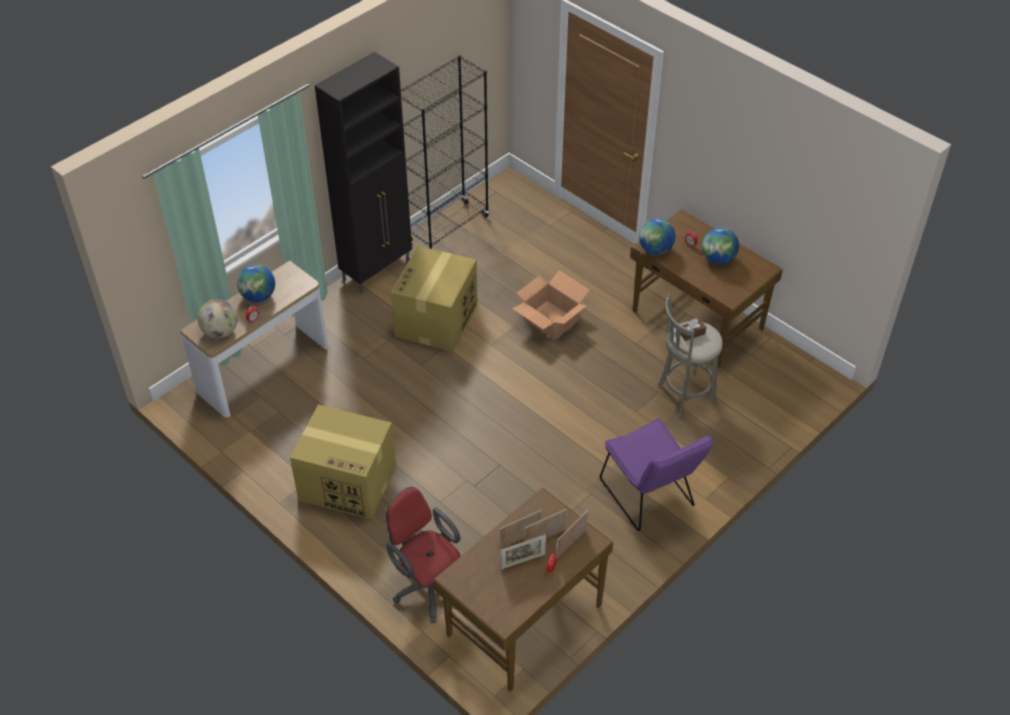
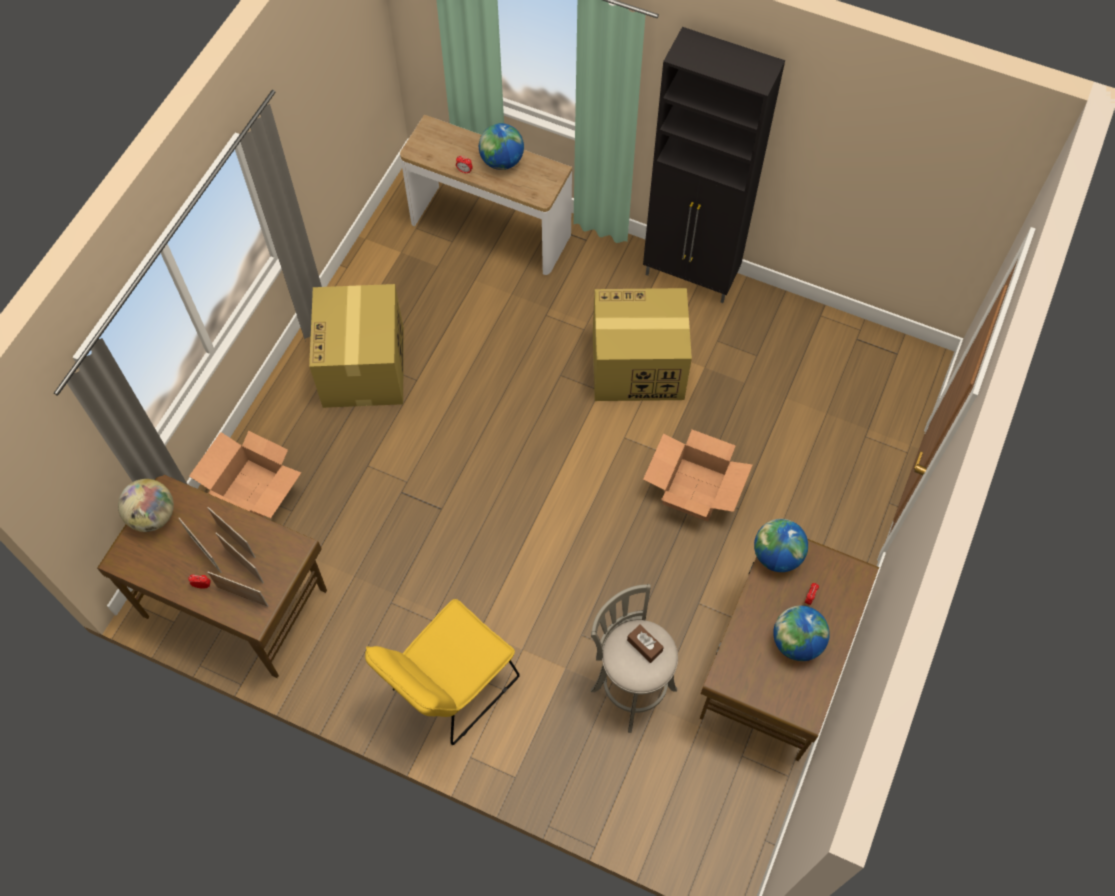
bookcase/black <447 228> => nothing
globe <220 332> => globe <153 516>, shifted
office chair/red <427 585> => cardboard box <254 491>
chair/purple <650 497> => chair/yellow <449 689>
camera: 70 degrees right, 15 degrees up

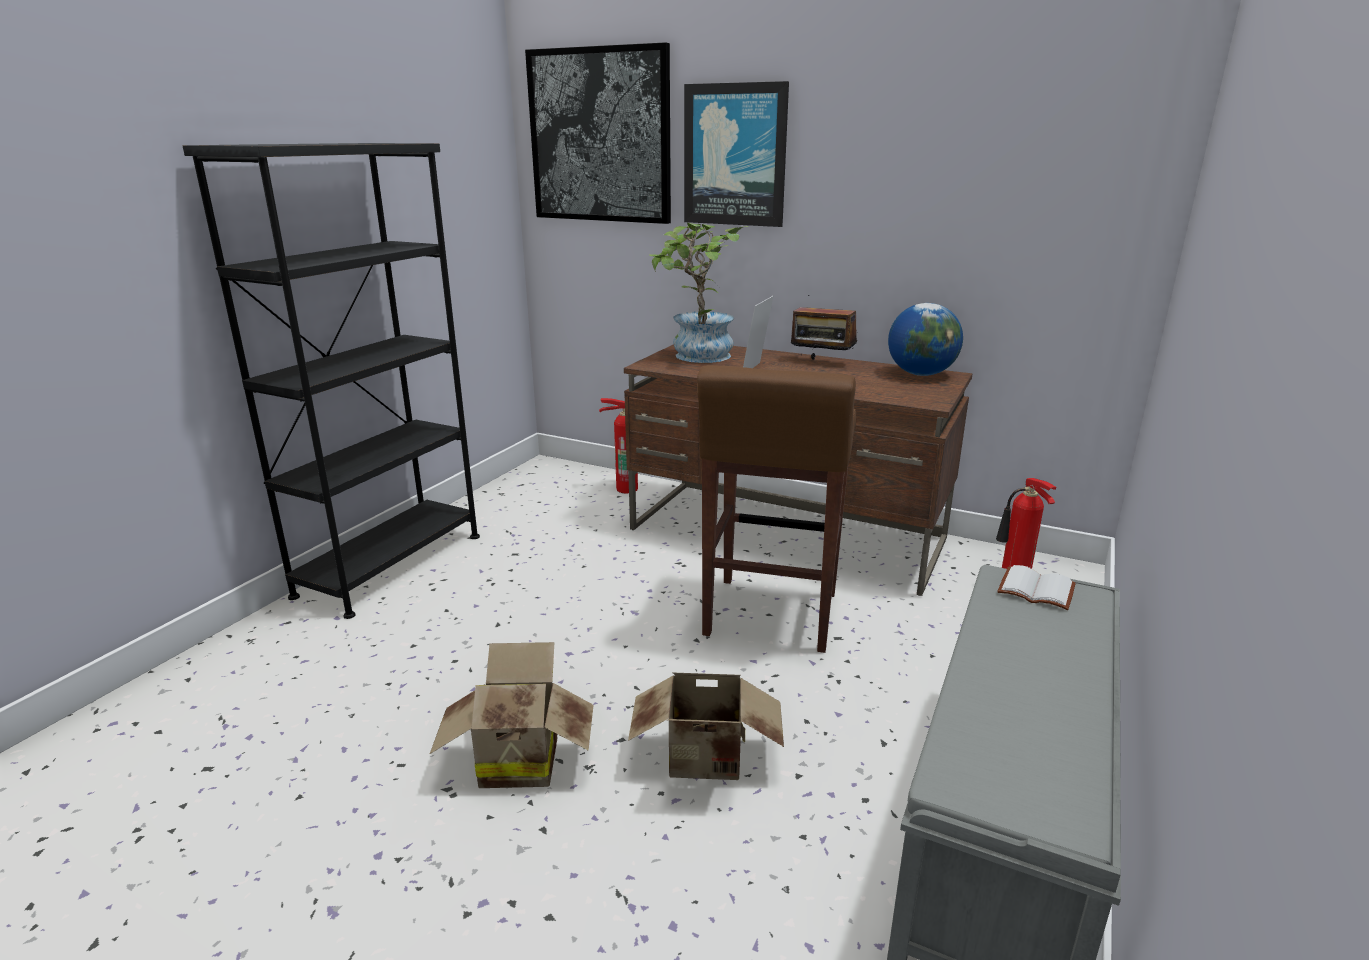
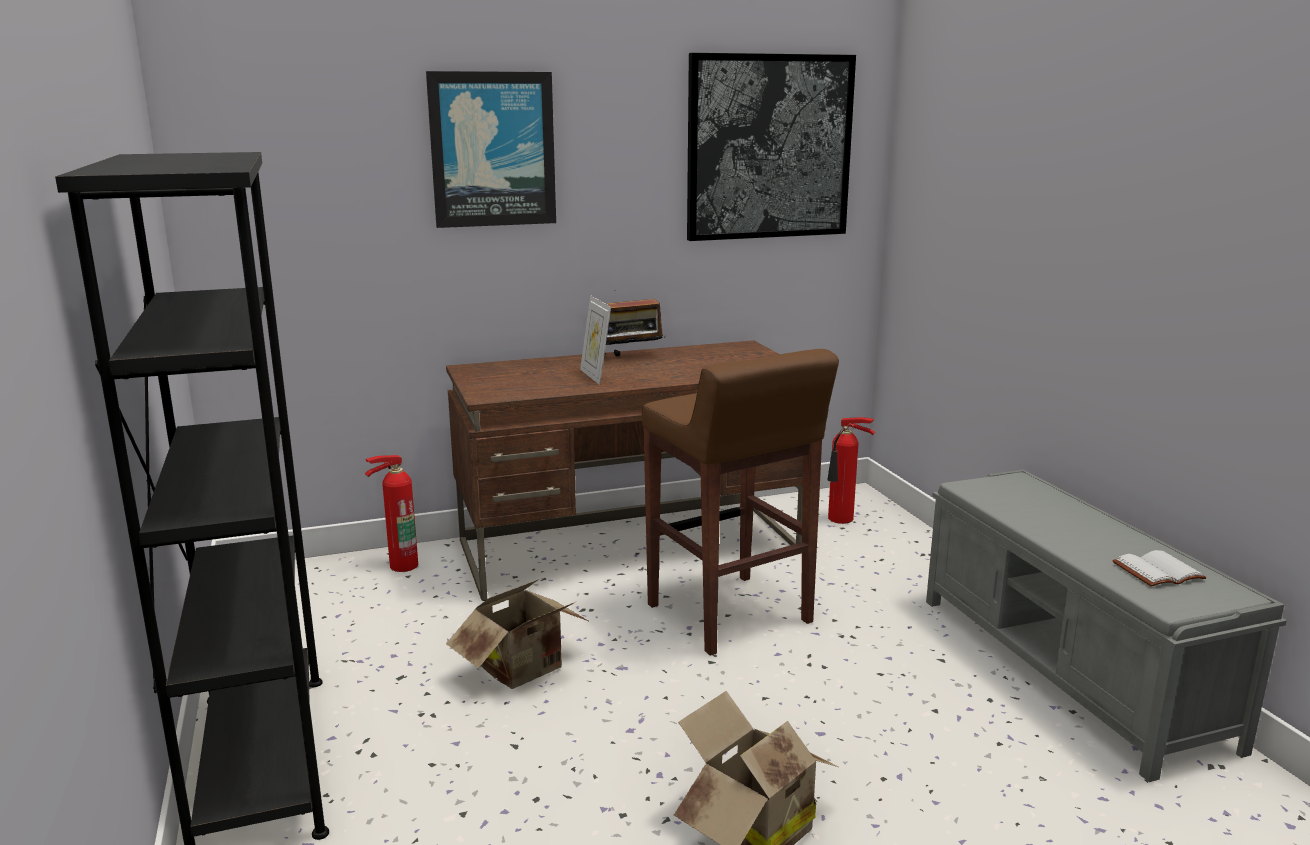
potted plant <697 357> => nothing
globe <921 374> => nothing
picture <600 136> => picture <769 147>, shifted
cardboard box <707 762> => cardboard box <526 670>, shifted
book/white <1037 589> => book/white <1157 571>, shifted
camera: 45 degrees left, 5 degrees down

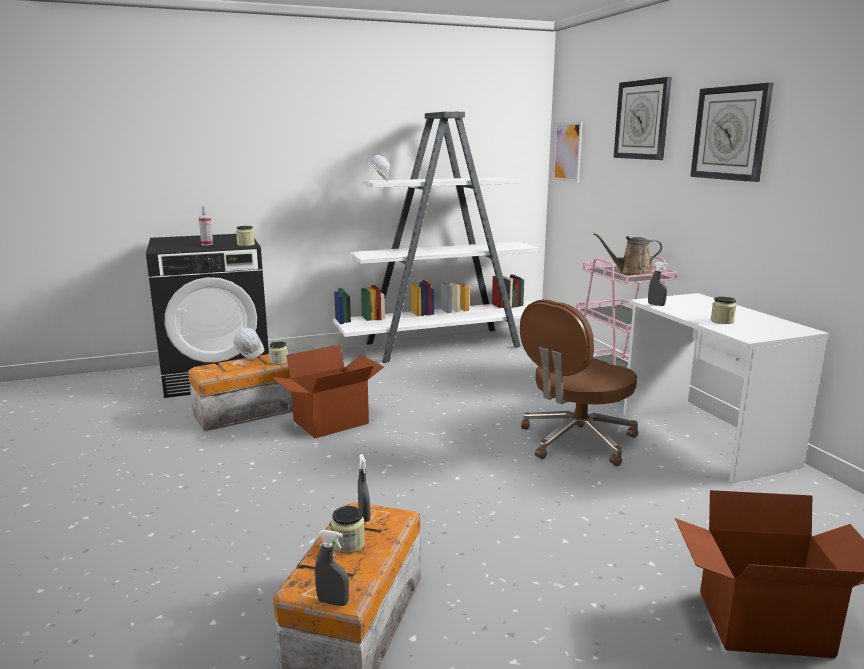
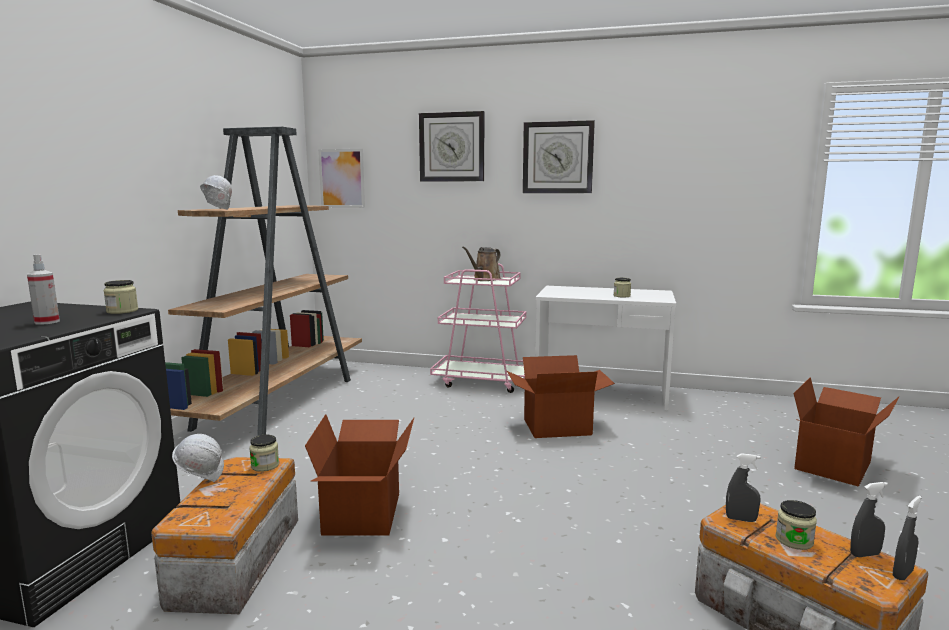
spray bottle/grey <656 305> => spray bottle/grey <865 554>, shifted
office chair/brown <576 441> => cardboard box <557 426>
bookcase/white <445 345> => bookcase/brown <279 402>
camera: 55 degrees left, 5 degrees down

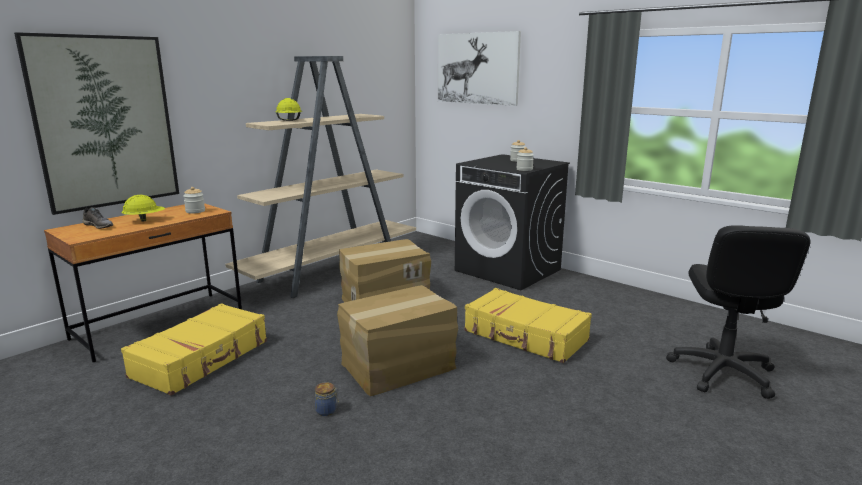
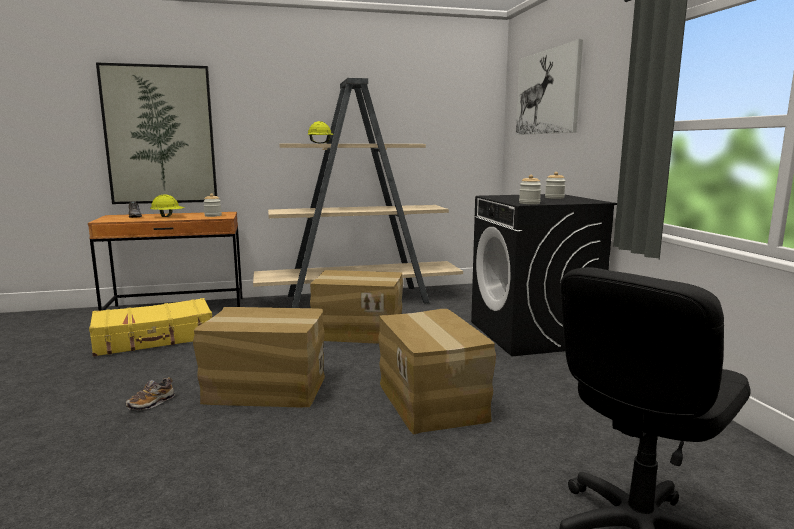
jar <327 411> => shoe <151 403>
suitcase/yellow <525 336> => cardboard box <433 401>
camera: 35 degrees right, 5 degrees down

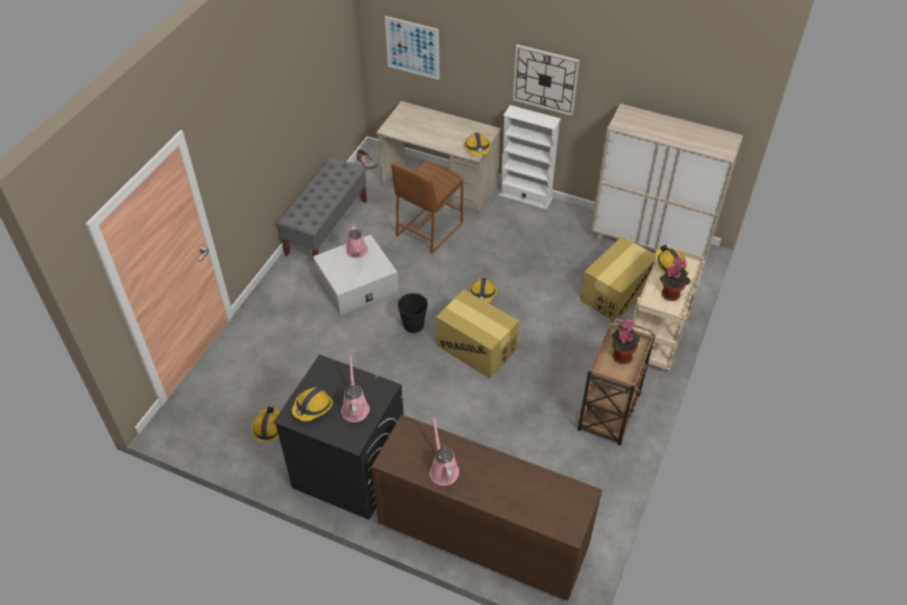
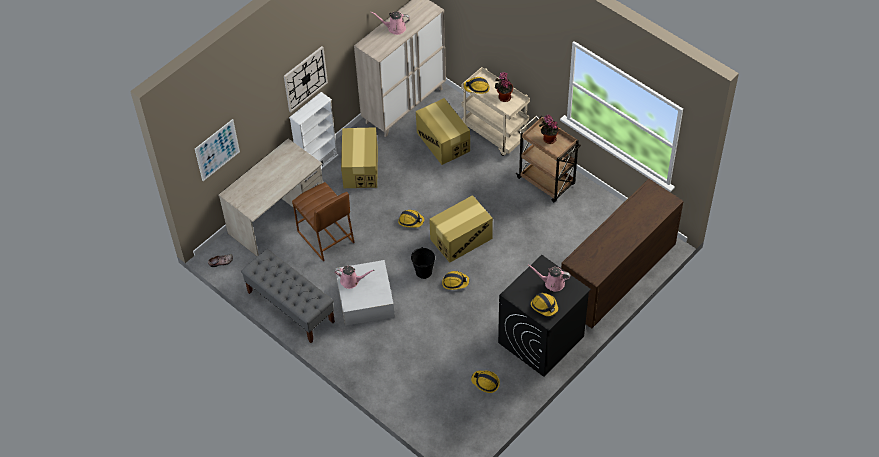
nothing => cardboard box <360 168>
watering can/pink <443 469> => watering can/pink <394 28>, shifted
hard hat <477 148> => hard hat <455 282>, shifted
camera: 70 degrees left, 5 degrees up

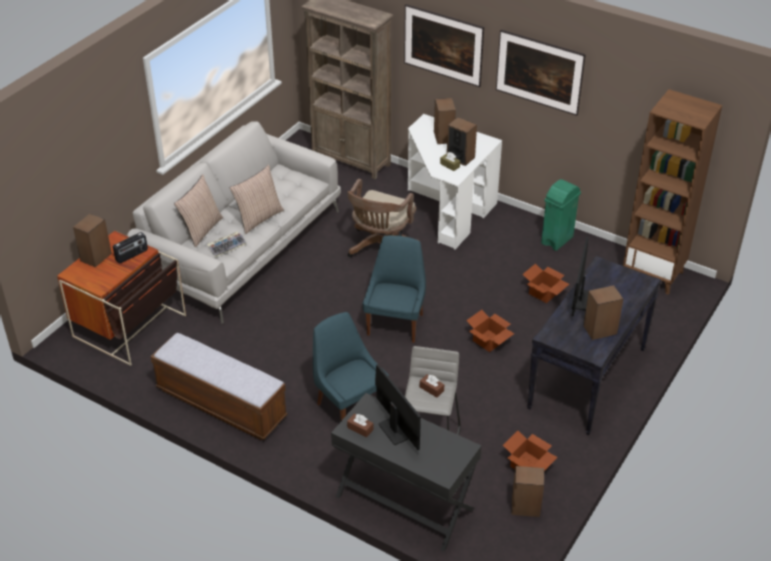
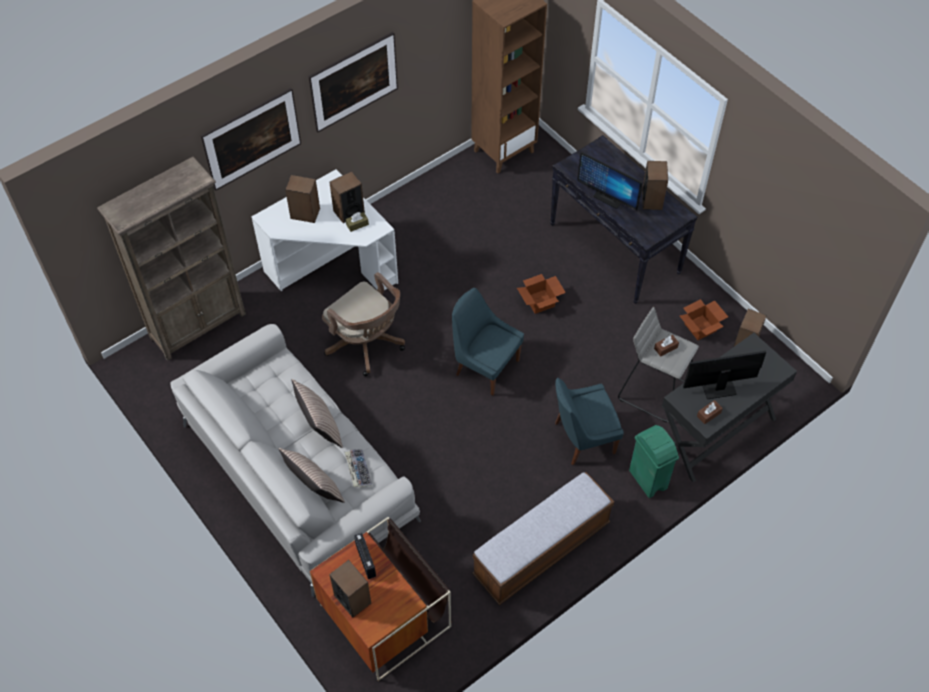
cardboard box <544 293> => nothing
trash can/green <556 240> => trash can/green <648 480>, shifted
camera: 70 degrees left, 15 degrees up

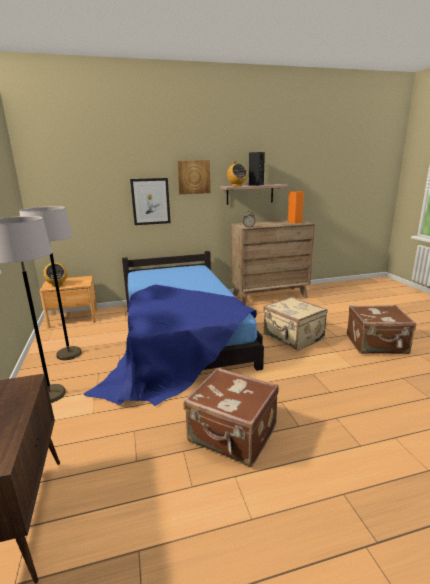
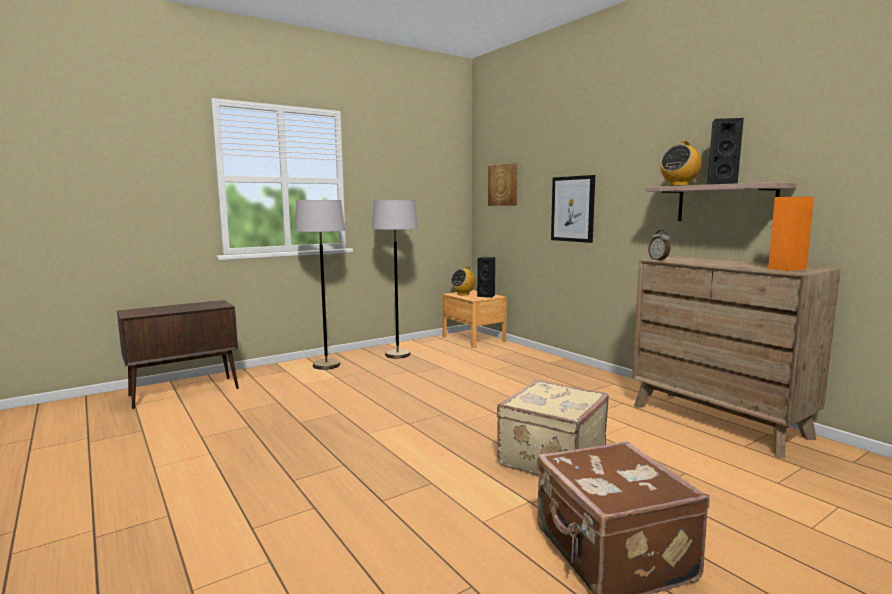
bed <178 336> => nothing
suitcase/brown <232 435> => nothing
nothing => speaker/black <487 296>
picture <193 177> => picture <503 185>, shifted
camera: 70 degrees right, 10 degrees down

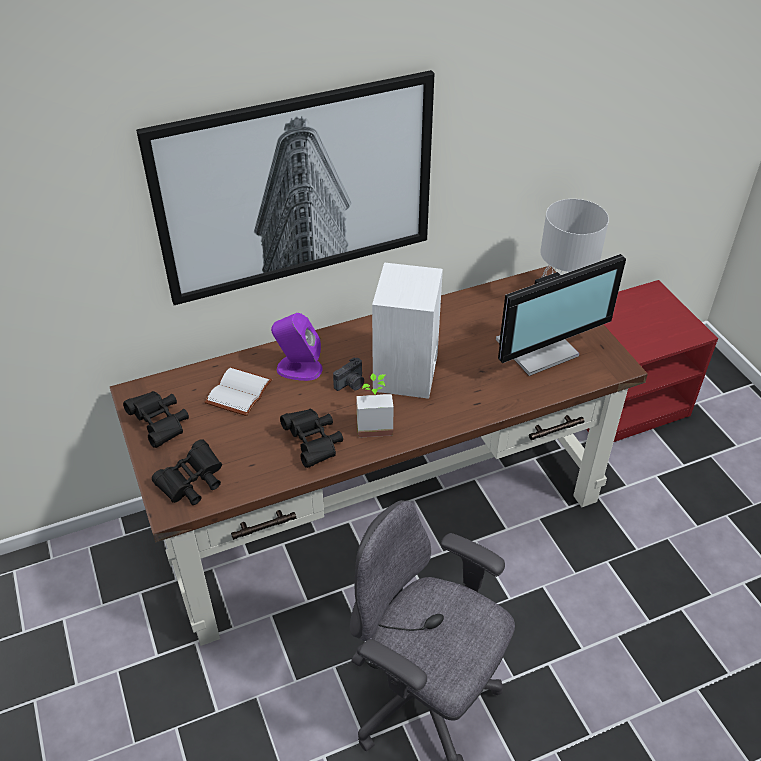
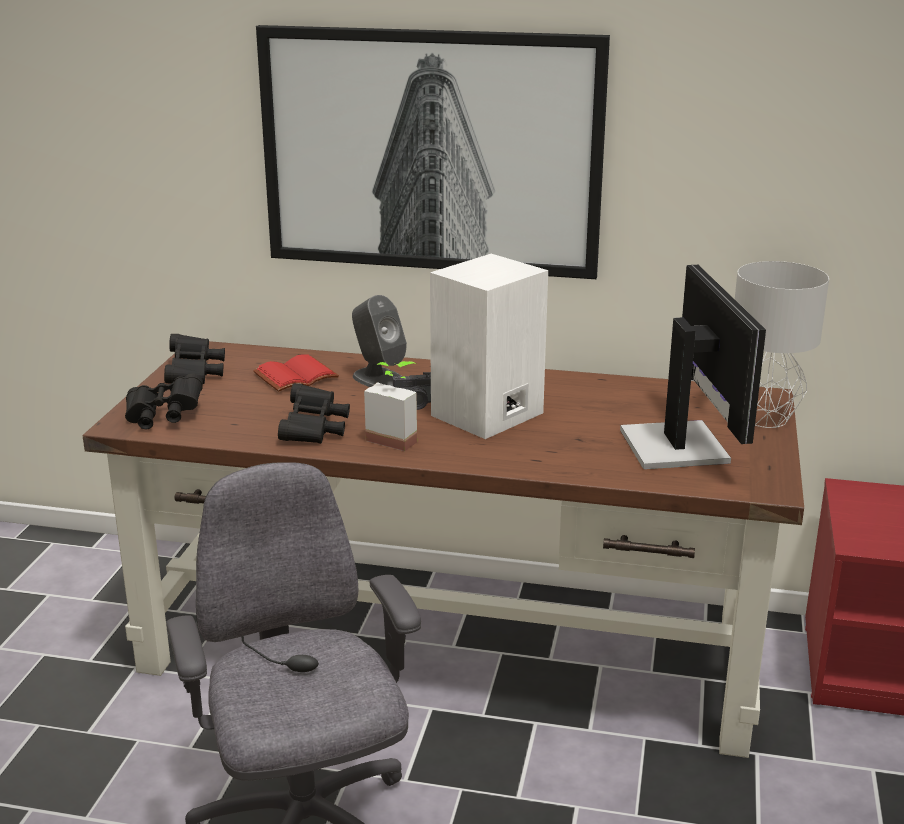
book/white <237 391> => book/red <296 375>
speaker/purple <298 368> => speaker/grey <378 378>
monitor <540 349> => monitor <678 445>, 105 degrees counterclockwise
camera: 35 degrees right, 20 degrees down

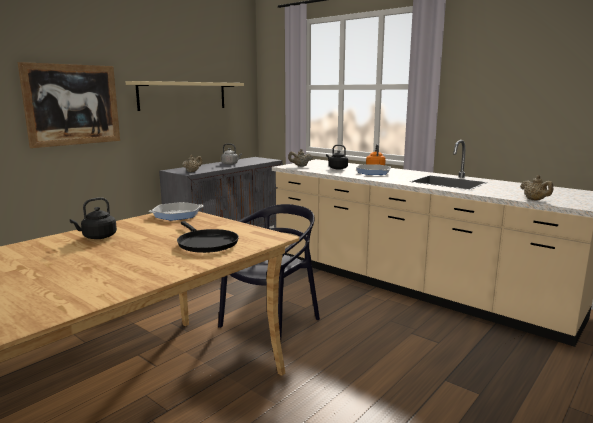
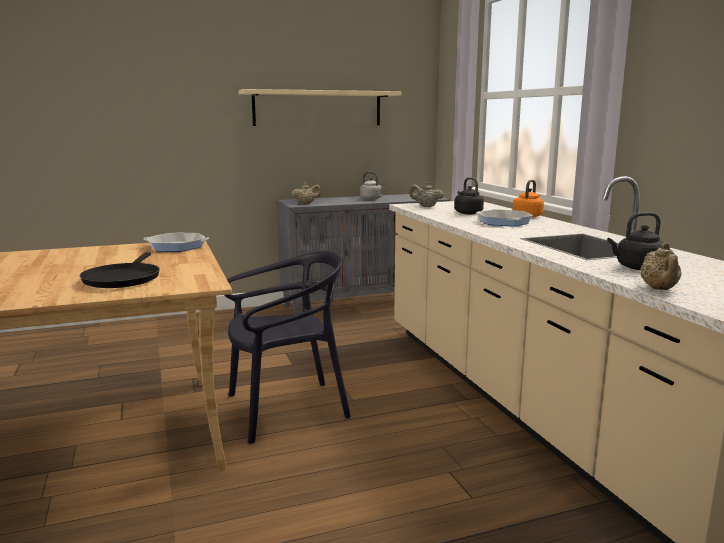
picture <72 105> => nothing
kettle/black <97 237> => kettle/black <637 268>, shifted
camera: 30 degrees right, 0 degrees up

